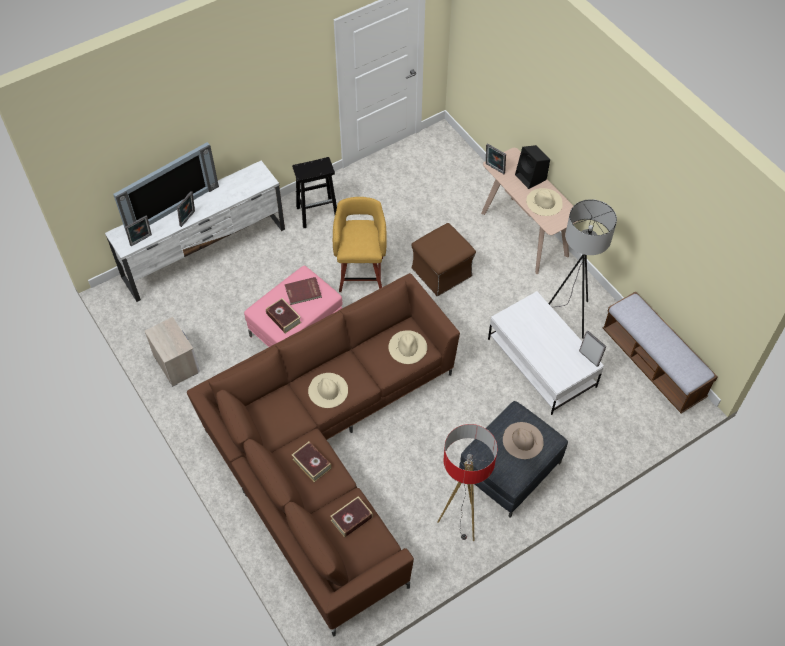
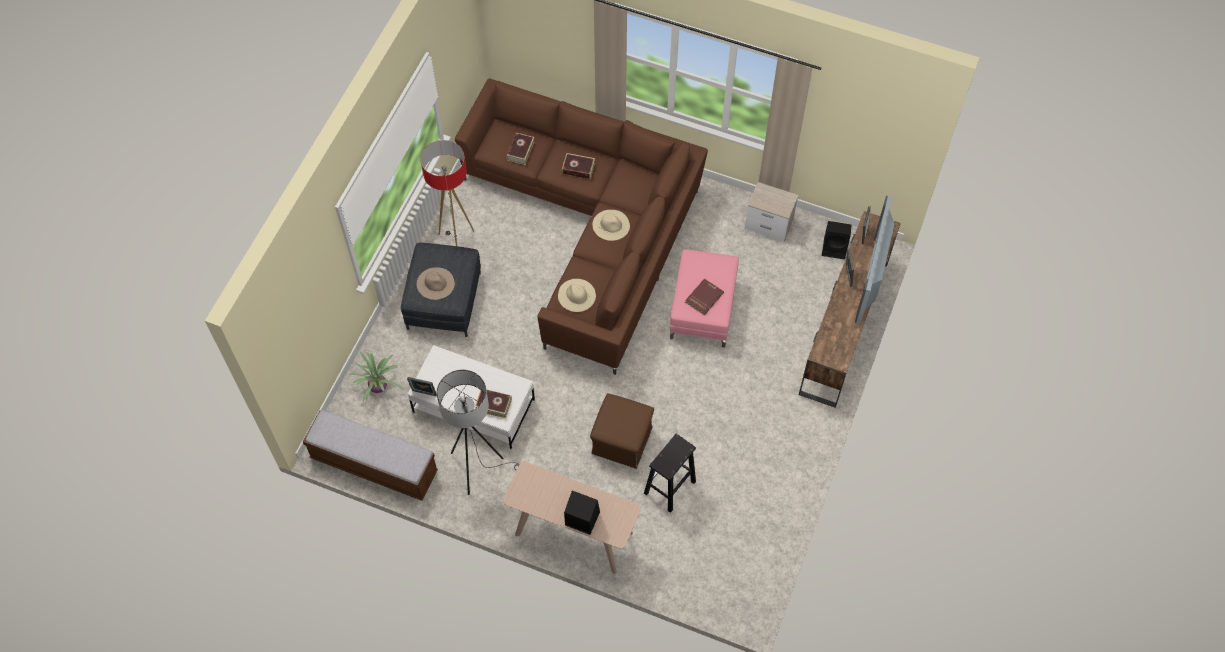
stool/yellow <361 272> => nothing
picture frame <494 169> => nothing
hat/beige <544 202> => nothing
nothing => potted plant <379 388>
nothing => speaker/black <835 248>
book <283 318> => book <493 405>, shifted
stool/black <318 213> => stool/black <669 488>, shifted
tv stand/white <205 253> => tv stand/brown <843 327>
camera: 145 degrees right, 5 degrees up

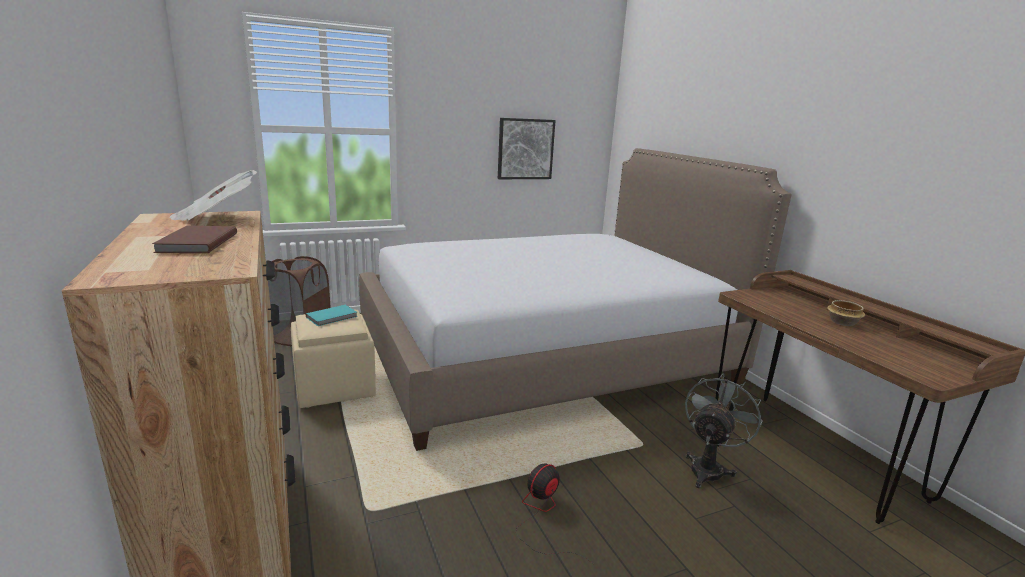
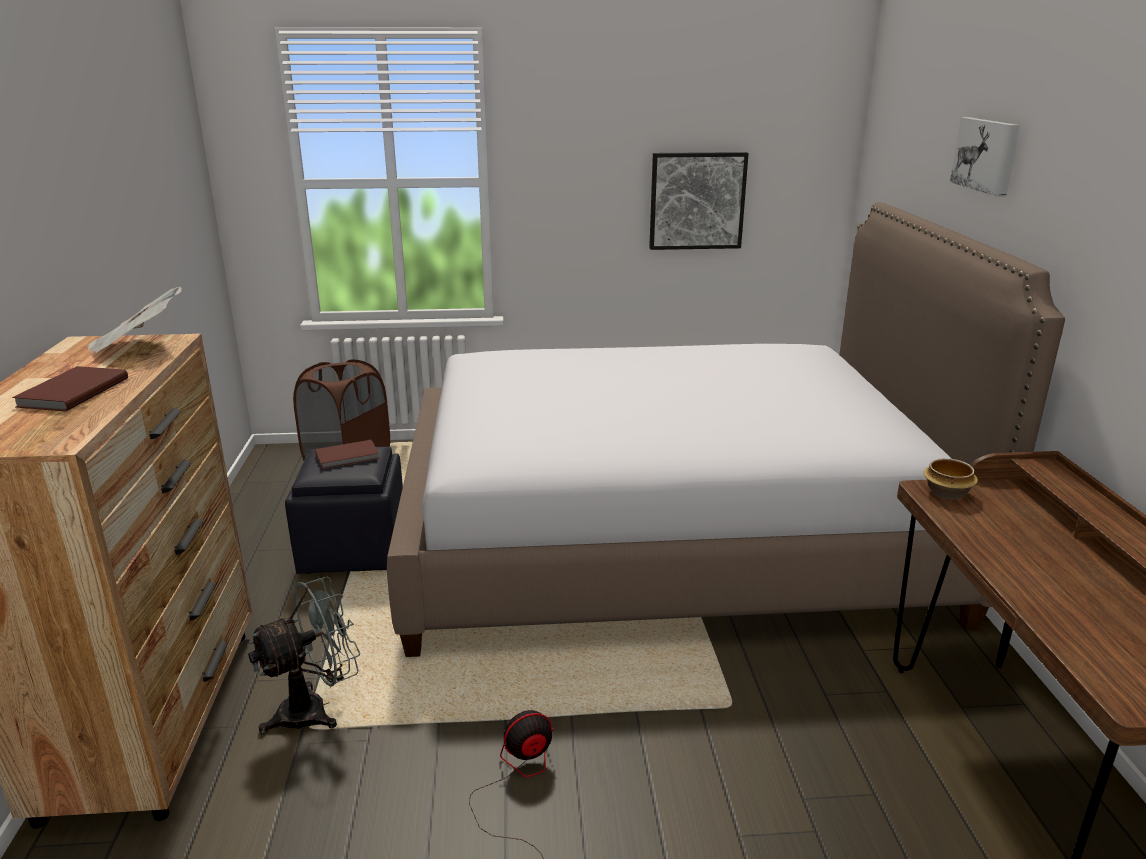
nothing => picture <987 155>
fan/grey <708 467> => fan/grey <315 709>, shifted
bowl <843 322> => bowl <948 493>, shifted
ottoman/beige <335 387> => ottoman/black <354 549>
book/turquoise <333 317> => book/brown <348 457>
camera: 20 degrees right, 5 degrees up

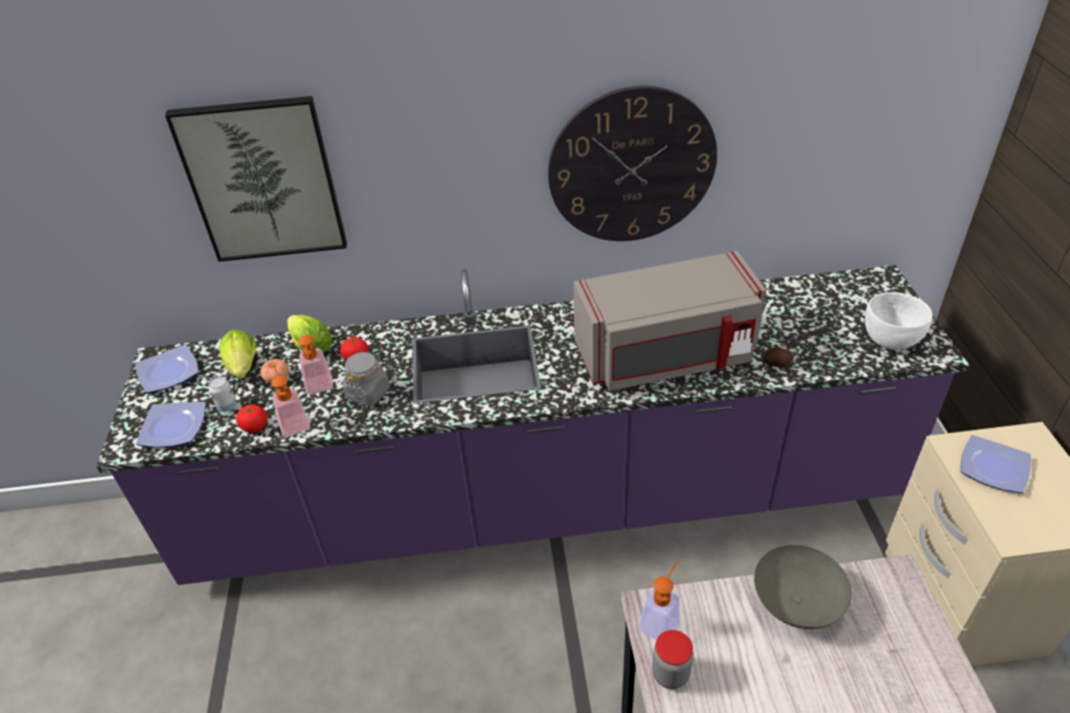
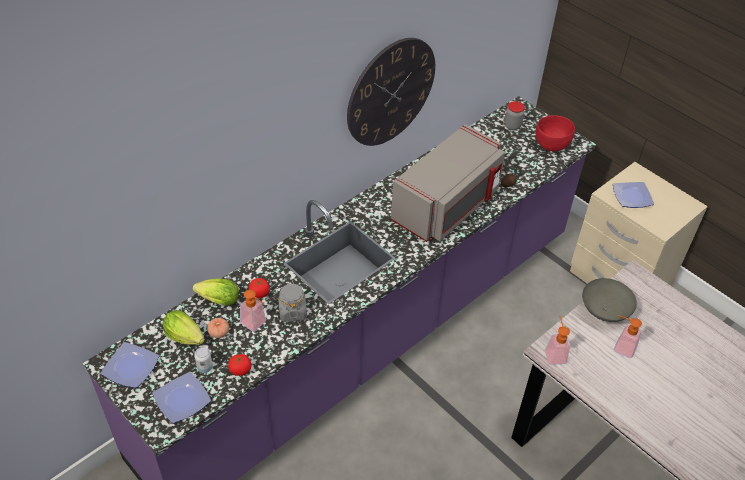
picture <263 180> => nothing
soap dispenser <293 421> => soap dispenser <620 347>, shifted
jar <670 674> => jar <512 126>, shifted
bowl/white <890 341> => bowl/red <551 146>
camera: 40 degrees left, 5 degrees up

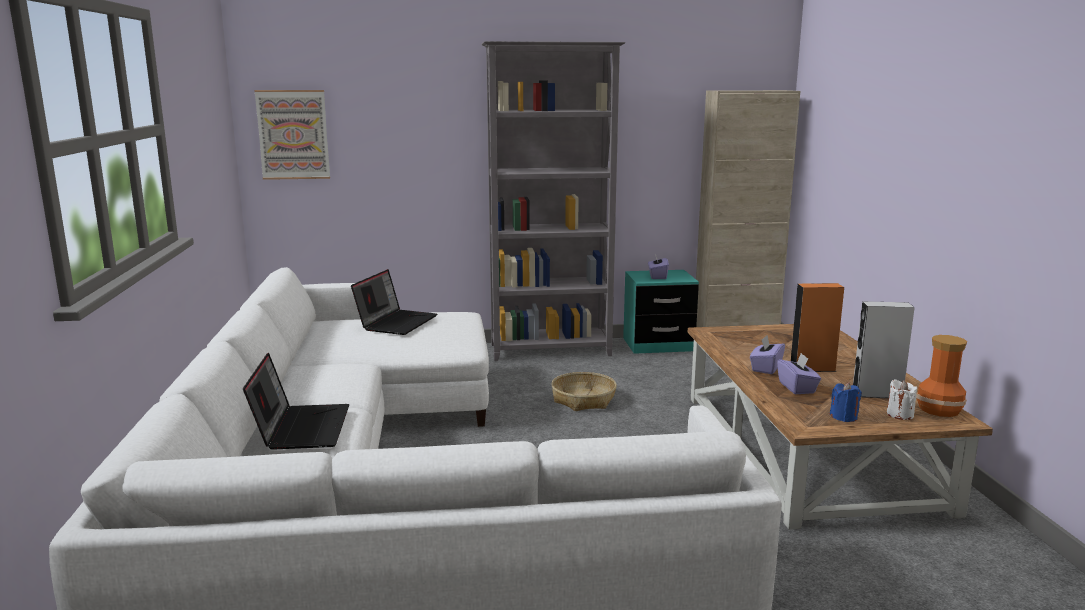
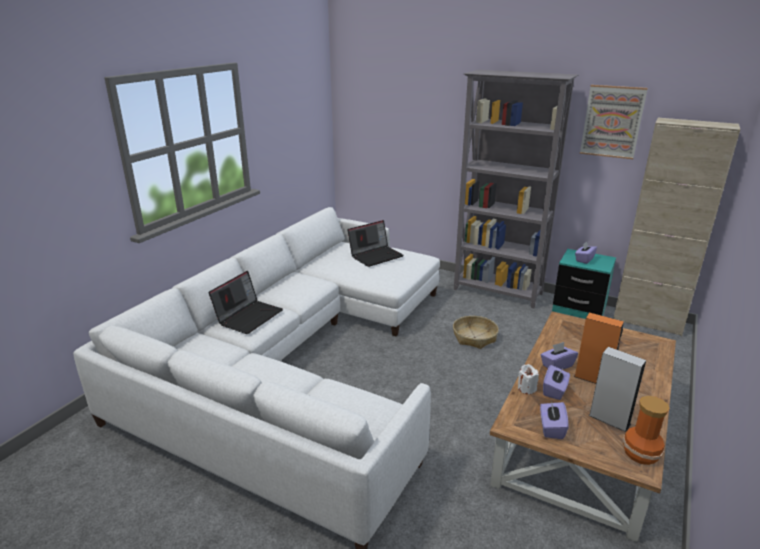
picture <293 134> => picture <612 121>, shifted
candle/white <900 414> => candle/white <526 388>, shifted
candle/blue <844 417> => tissue box/purple <551 428>
camera: 35 degrees right, 10 degrees up

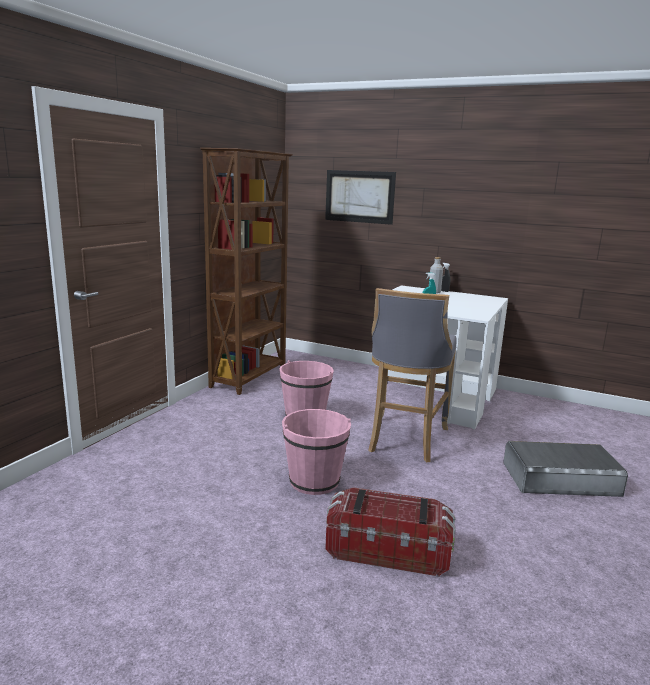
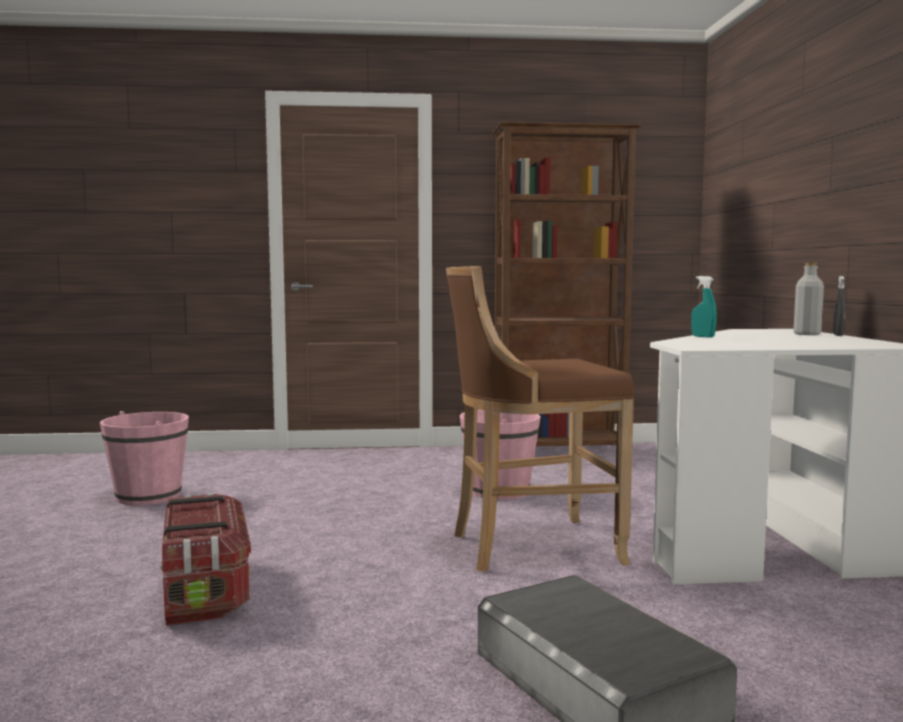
picture <359 196> => nothing
bucket/pink <314 481> => bucket/pink <149 496>, shifted
stool/grey <405 440> => stool/brown <529 547>
camera: 60 degrees right, 10 degrees down

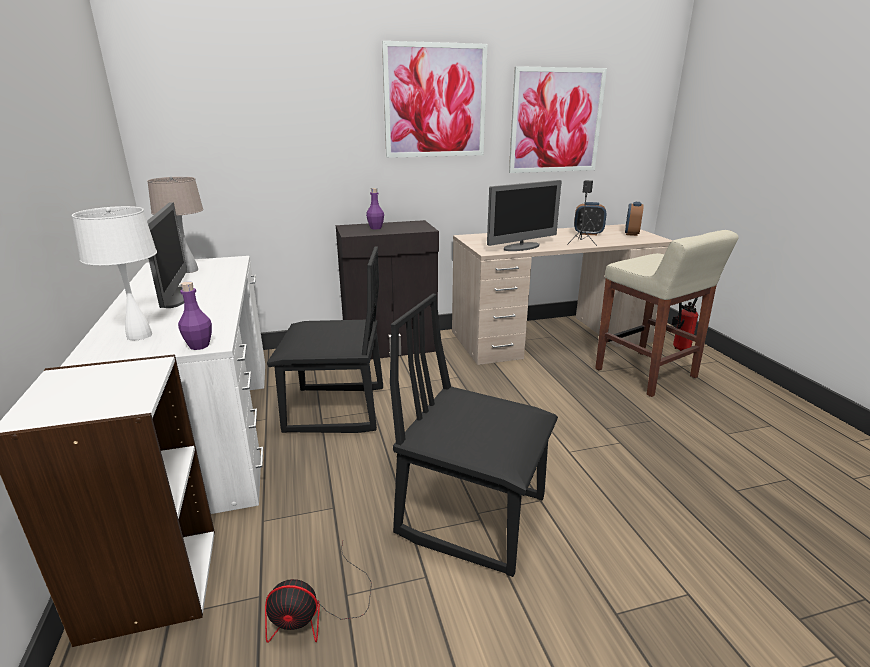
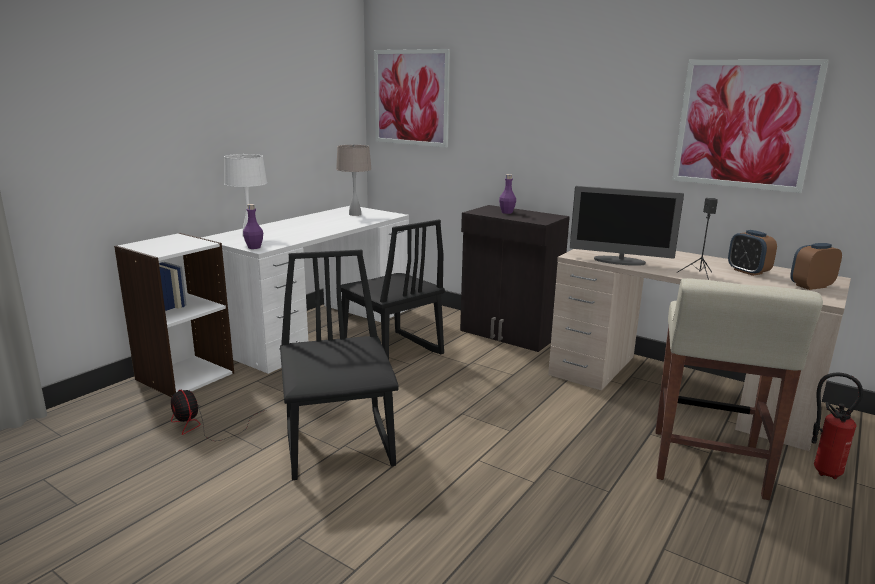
monitor <176 297> => nothing
picture <435 101> => picture <411 98>, shifted
camera: 50 degrees right, 5 degrees down

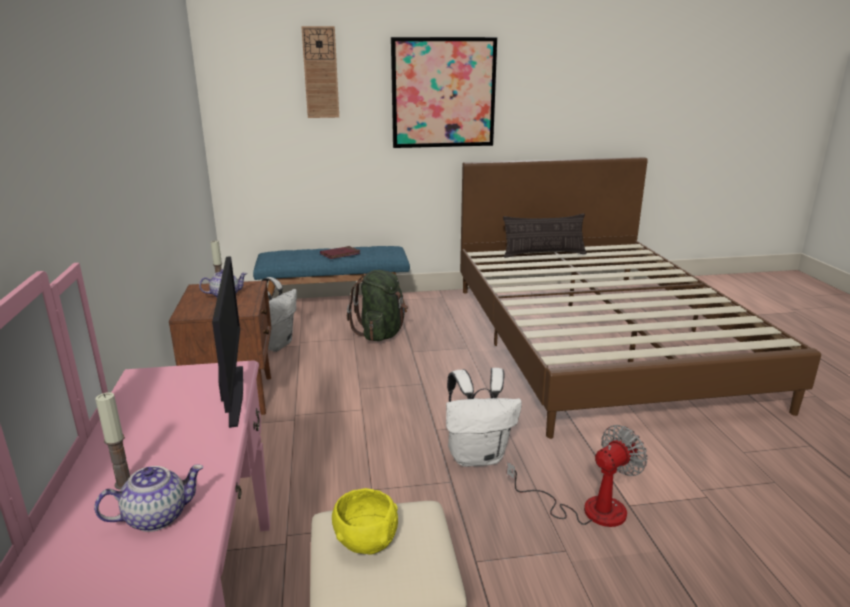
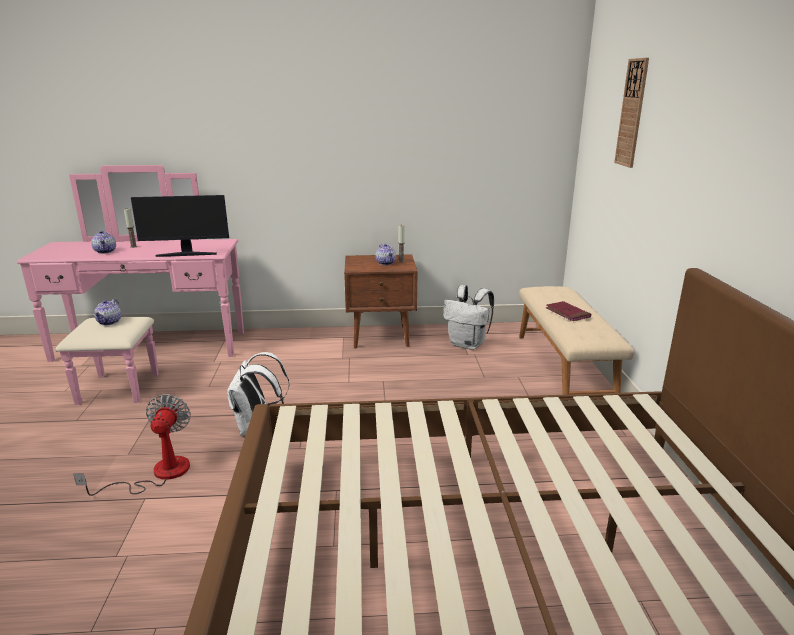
backpack/green <381 334> => nothing
picture <443 93> => nothing
pillow <543 254> => nothing
bowl/yellow <366 543> => teapot <109 322>
bench/blue <335 307> => bench/beige <564 367>
fan <588 509> => fan <158 474>, 150 degrees counterclockwise
camera: 95 degrees right, 0 degrees up

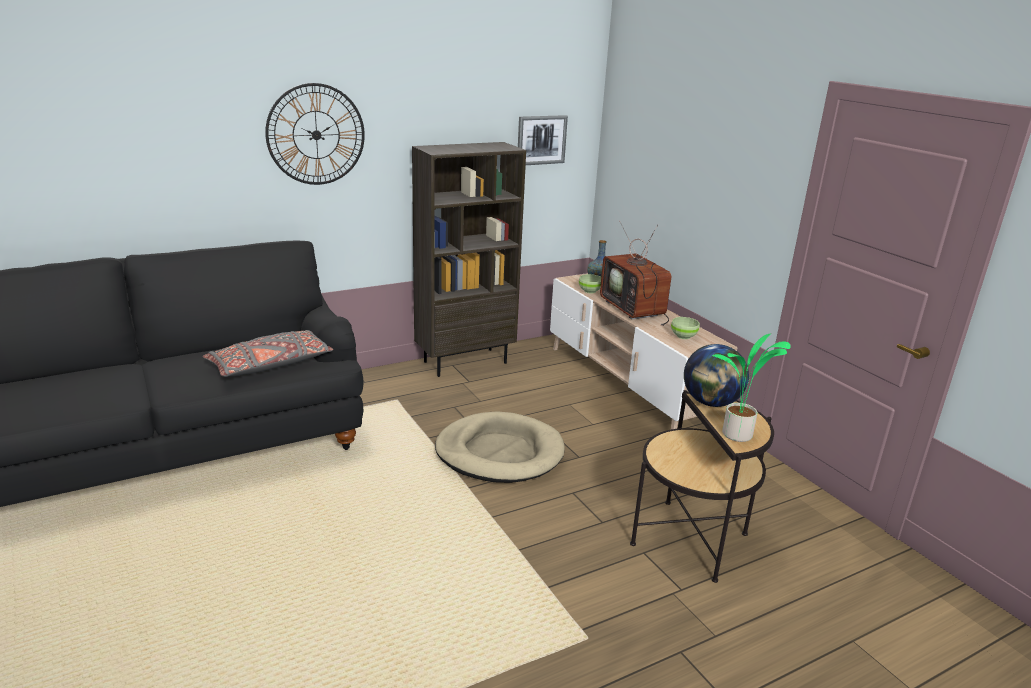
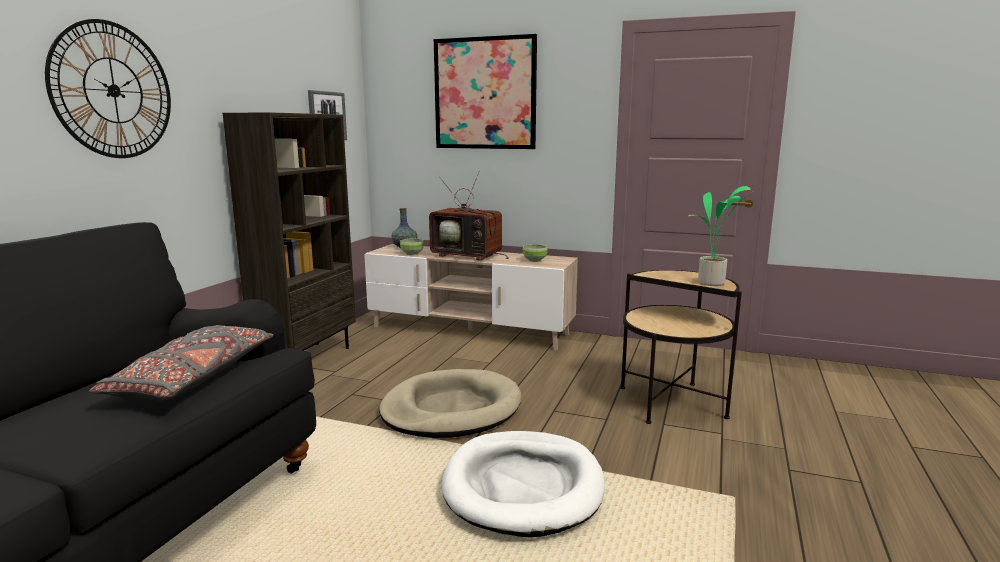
globe <711 403> => nothing
nothing => picture <485 94>
nothing => dog bed/white <523 486>
camera: 40 degrees left, 10 degrees down

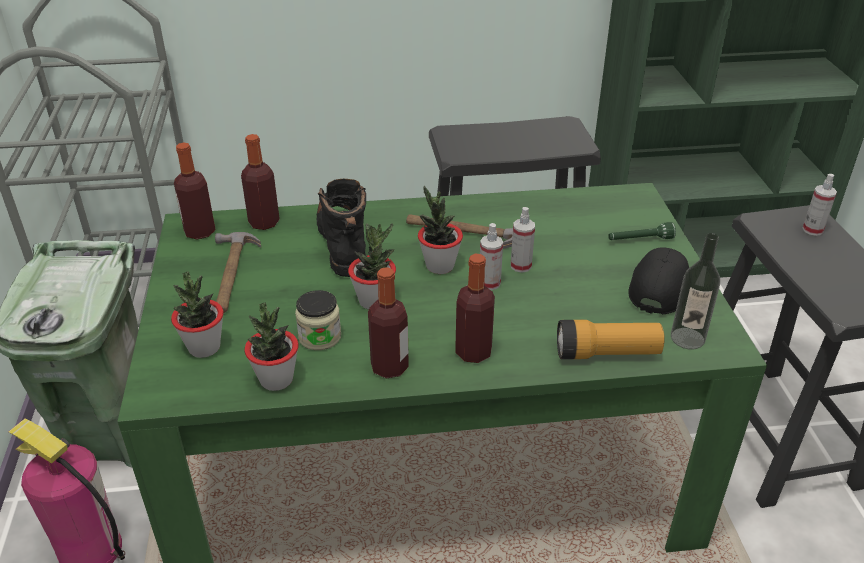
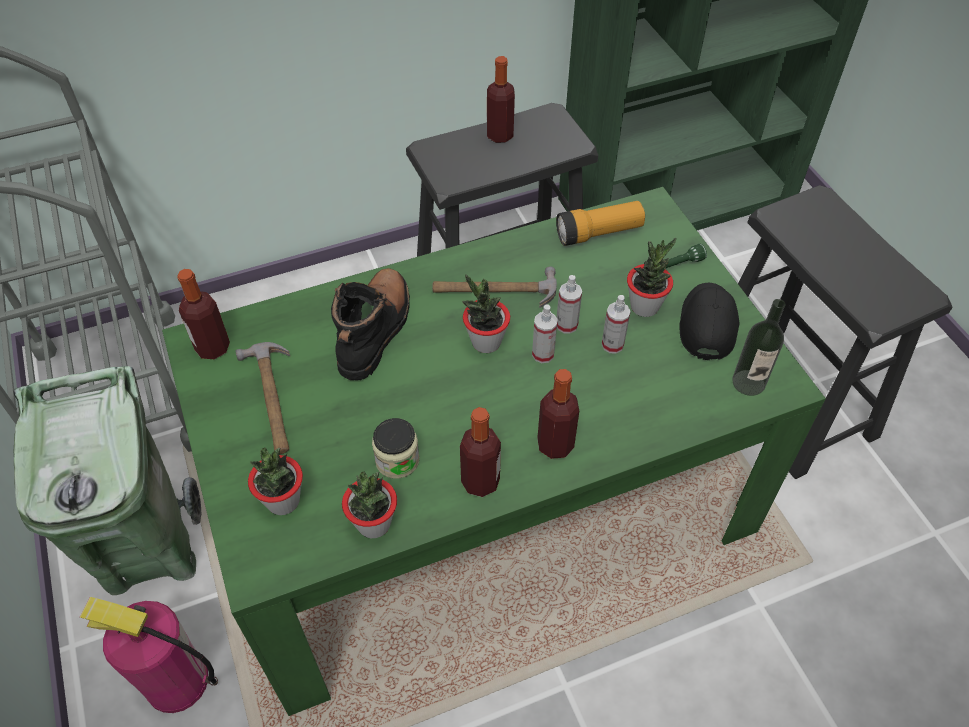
bottle <264 222> => bottle <500 135>, shifted
potted plant <374 301> => potted plant <644 306>, shifted
flashlight <607 353> => flashlight <599 233>, shifted
spray bottle <812 230> => spray bottle <612 344>, shifted
boot/black <343 243> => boot/black <375 331>, 45 degrees clockwise
camera: 15 degrees left, 15 degrees up

